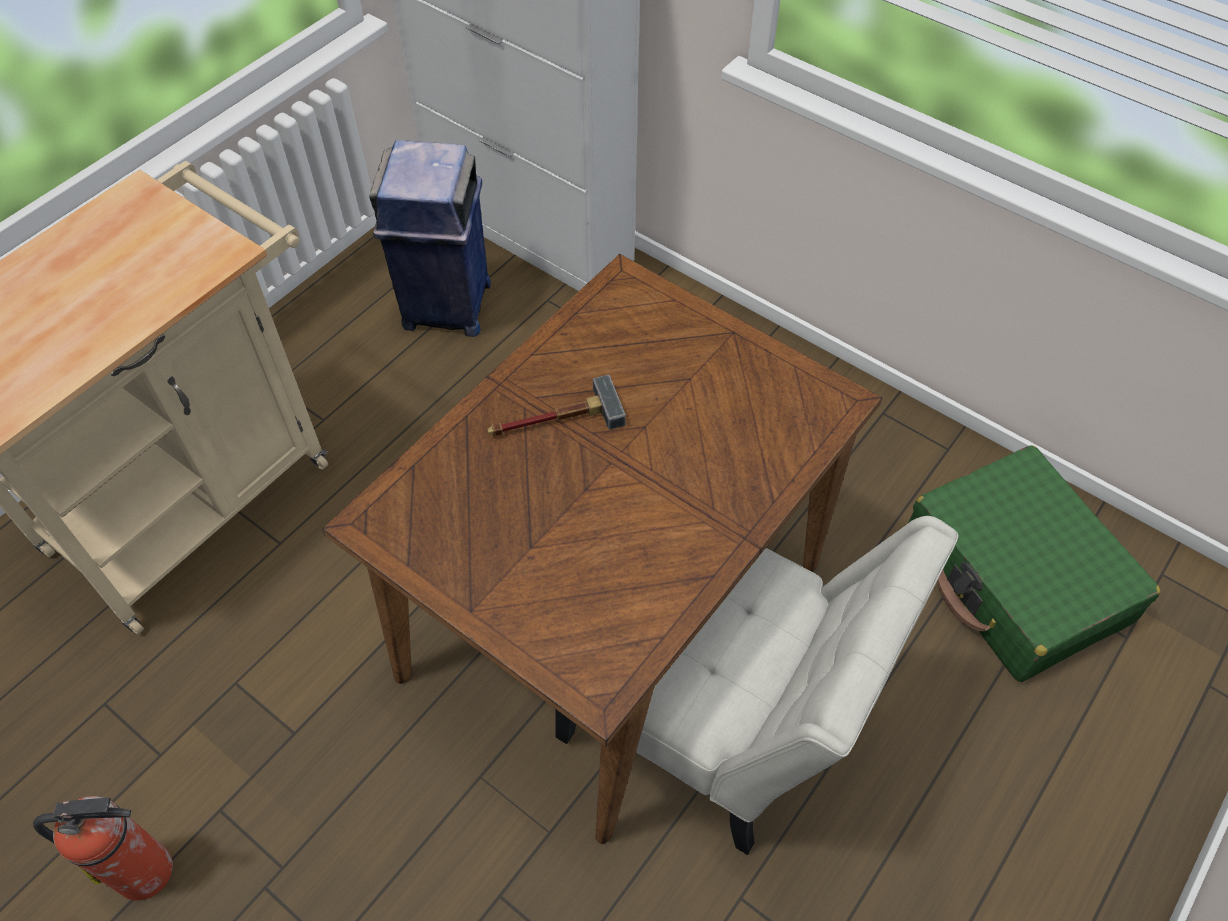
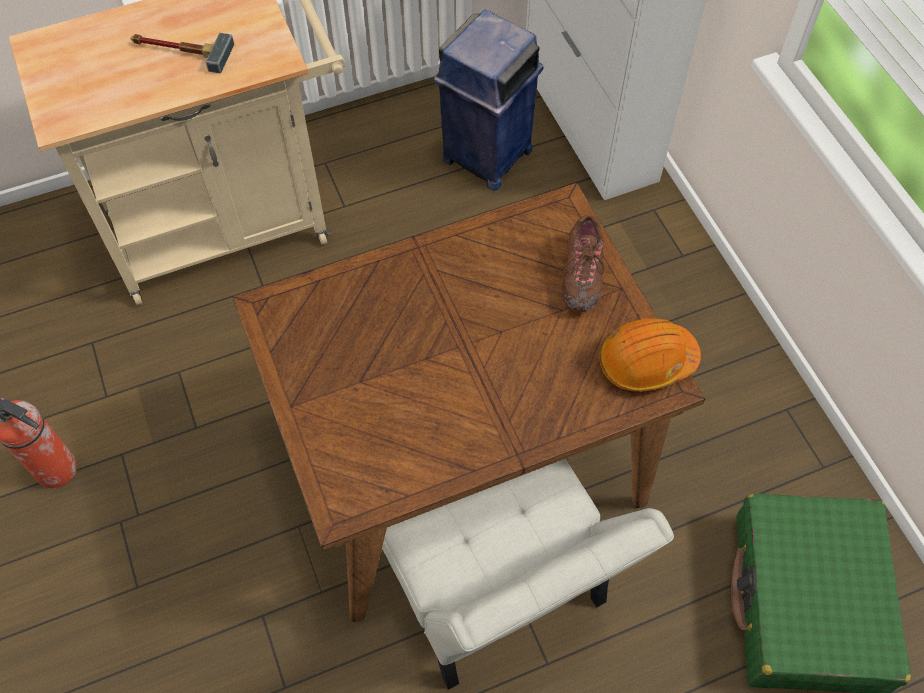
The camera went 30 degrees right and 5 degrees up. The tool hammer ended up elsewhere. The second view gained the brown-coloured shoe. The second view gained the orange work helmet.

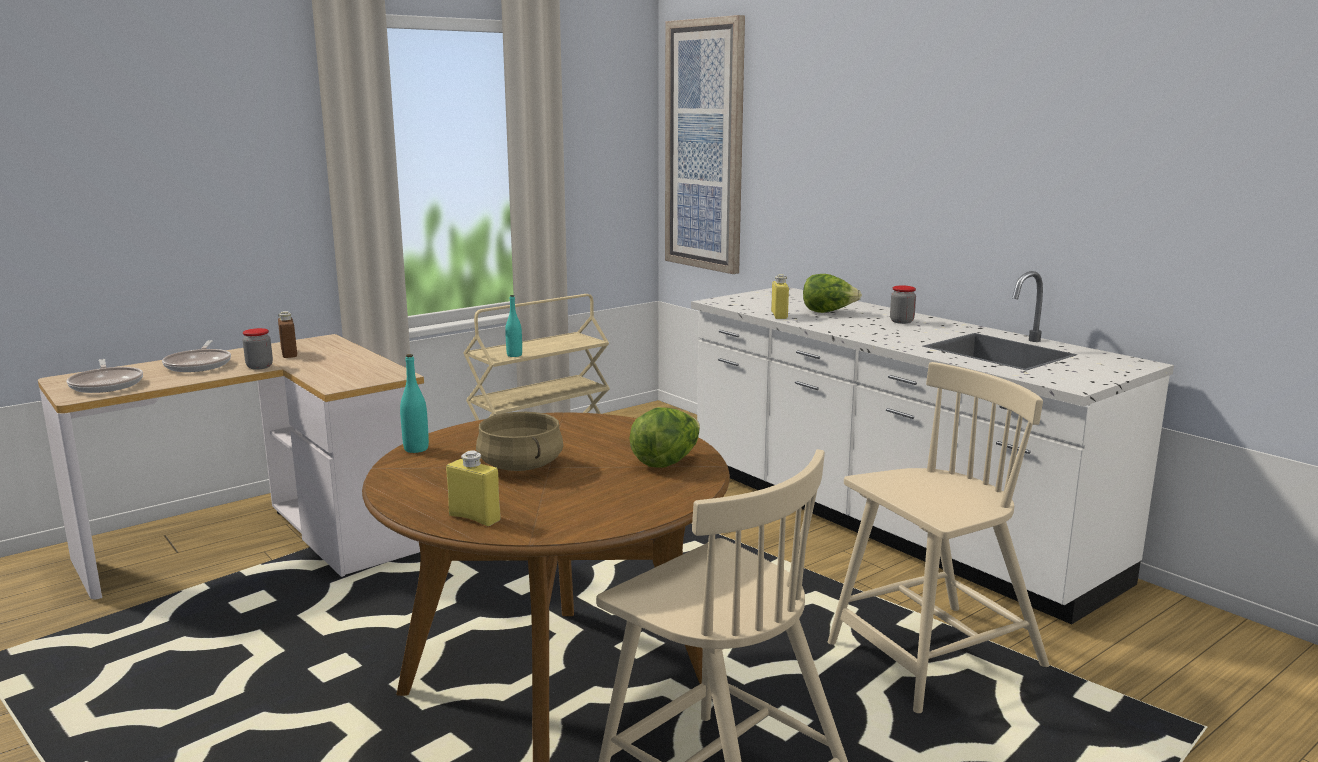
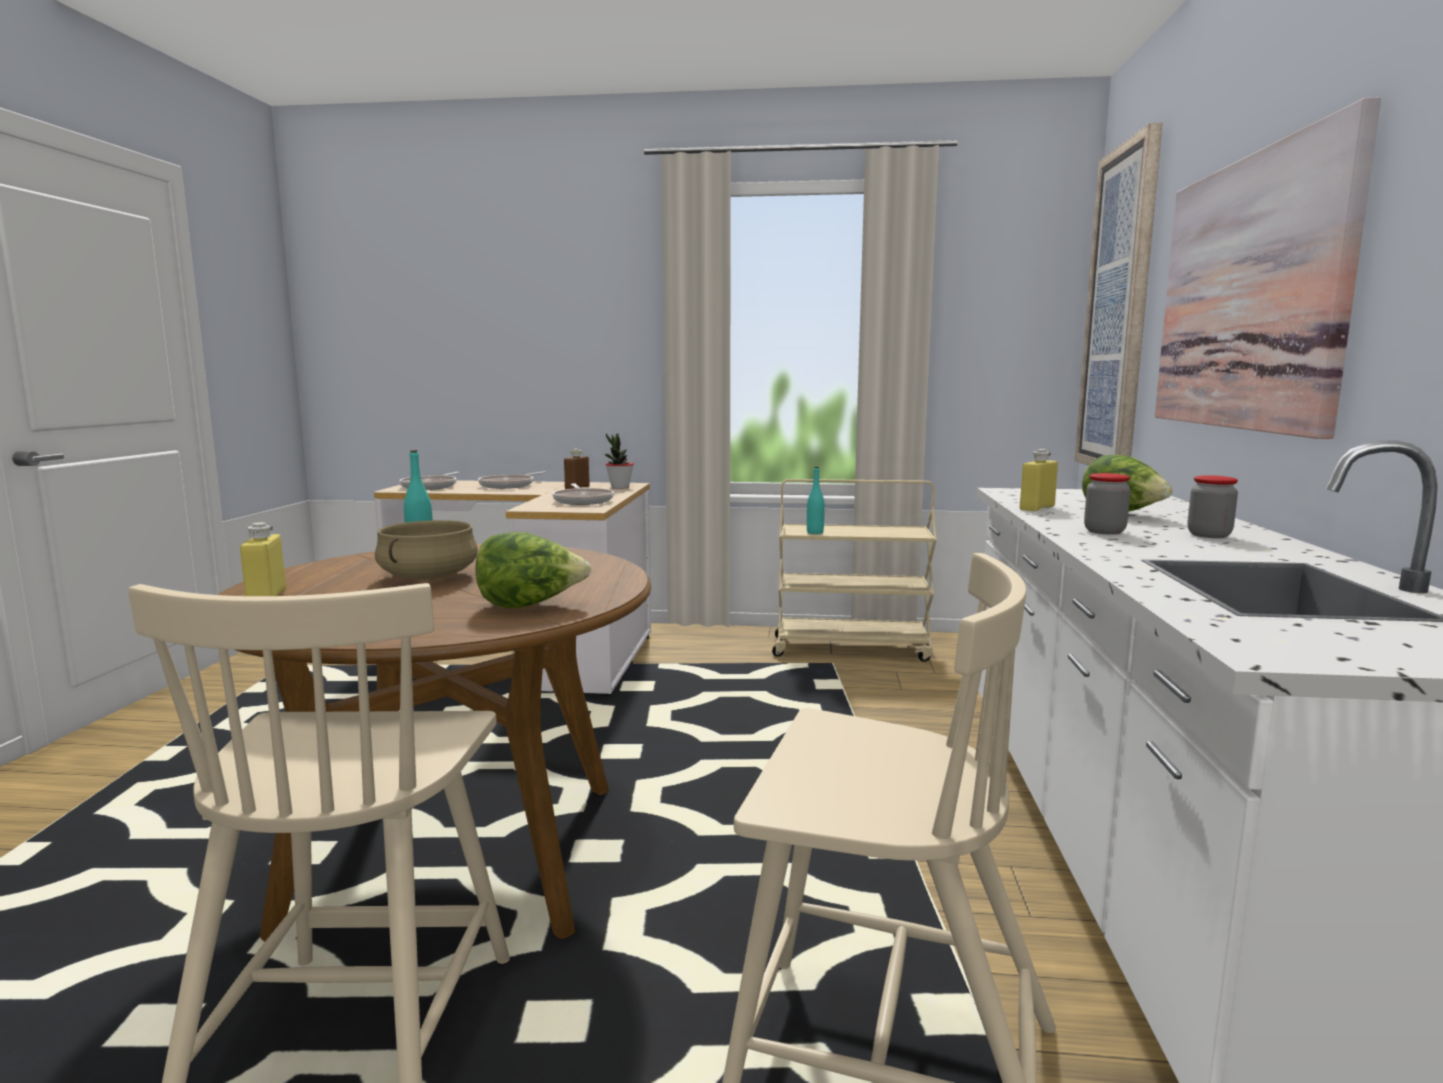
The camera went 45 degrees right and 5 degrees down. The jar (1st from left) ended up elsewhere. The second view gained the pan (3rd from left). The second view gained the houseplant. The second view gained the picture (2nd from left).

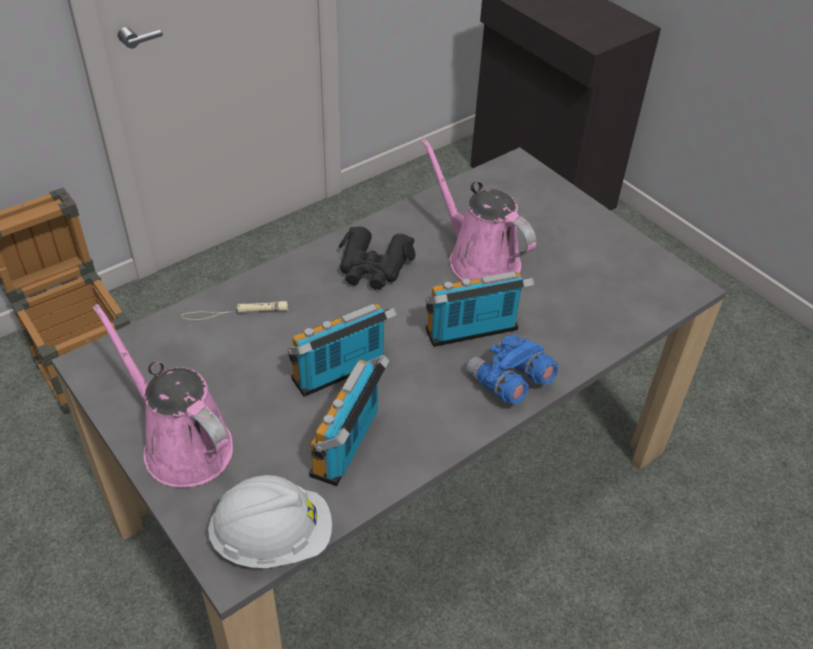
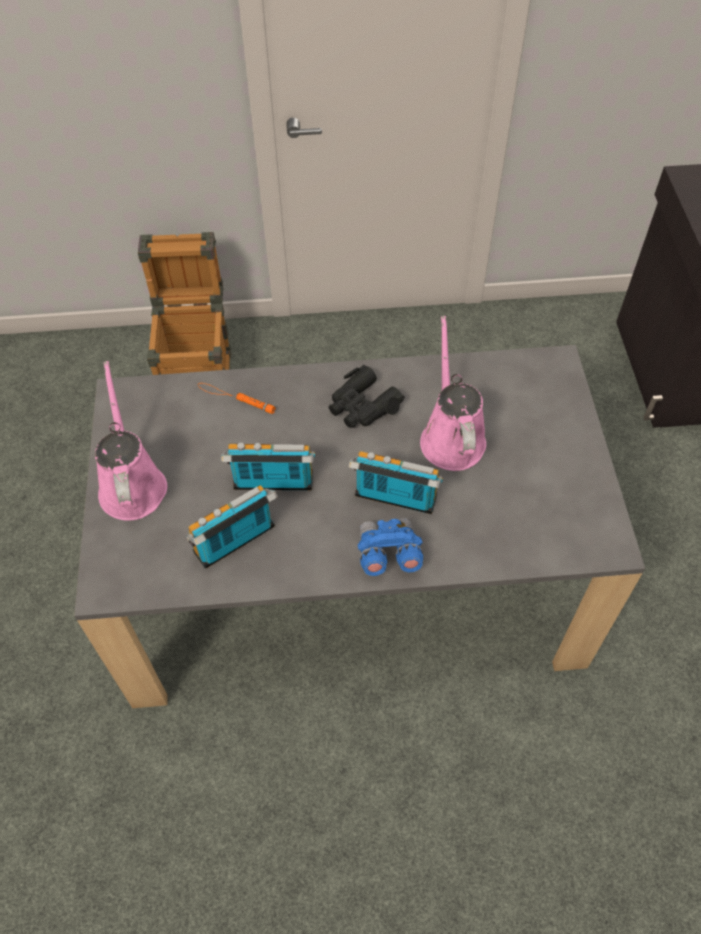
The camera went 35 degrees right and 10 degrees up. What was the beige-coloured hand torch turned into the orange hand torch. The second view lost the white work helmet.

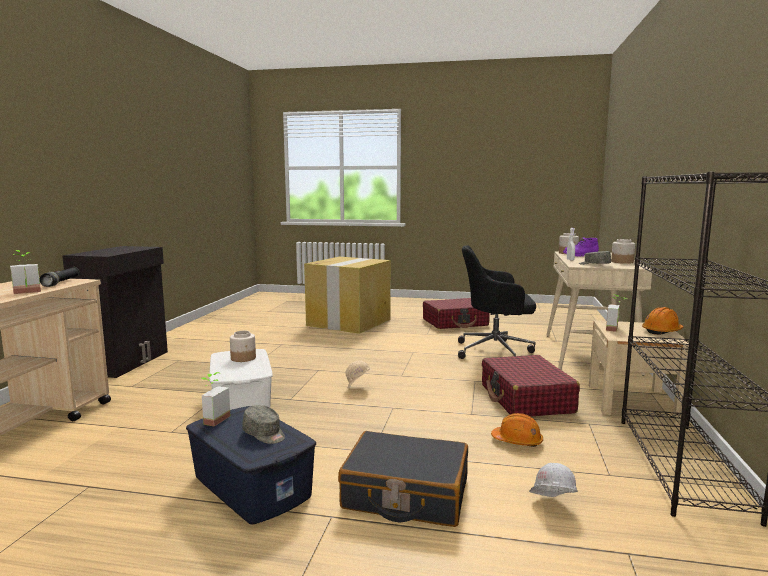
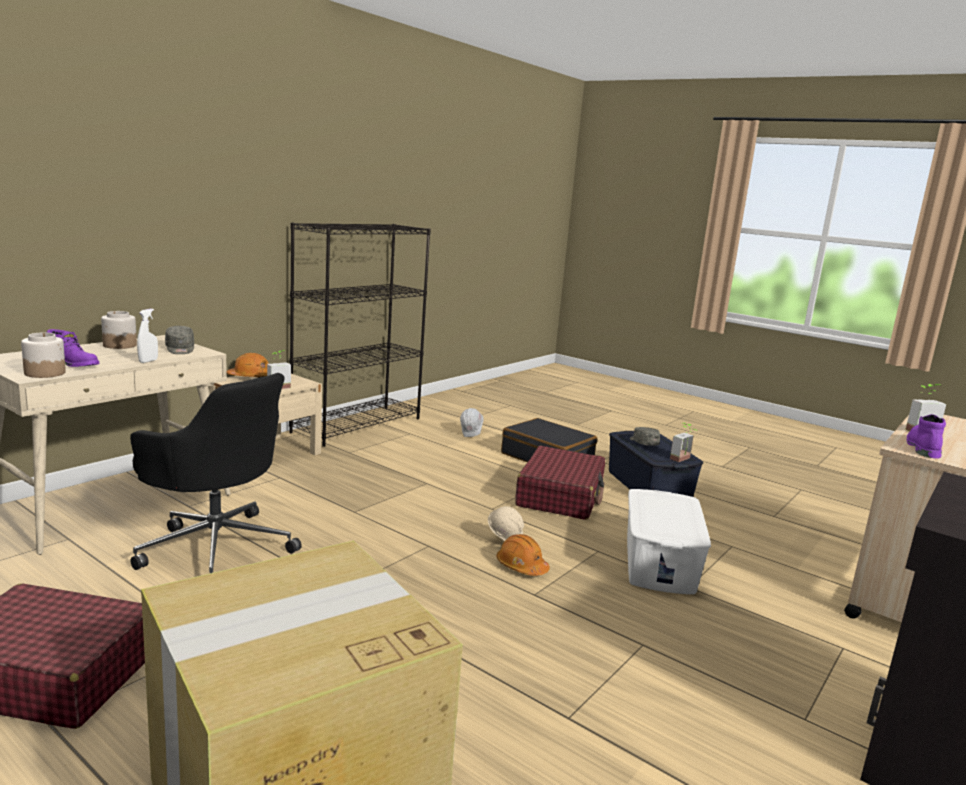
The camera went 155 degrees left and 5 degrees up. Where the black-coloured hand torch stood, the purplish tall boot (2nd from left) came to stand. The second view lost the jar (1st from left). The reddish suitcase (2nd from left) ended up elsewhere. The orange work helmet (1st from left in the first image) ended up elsewhere.

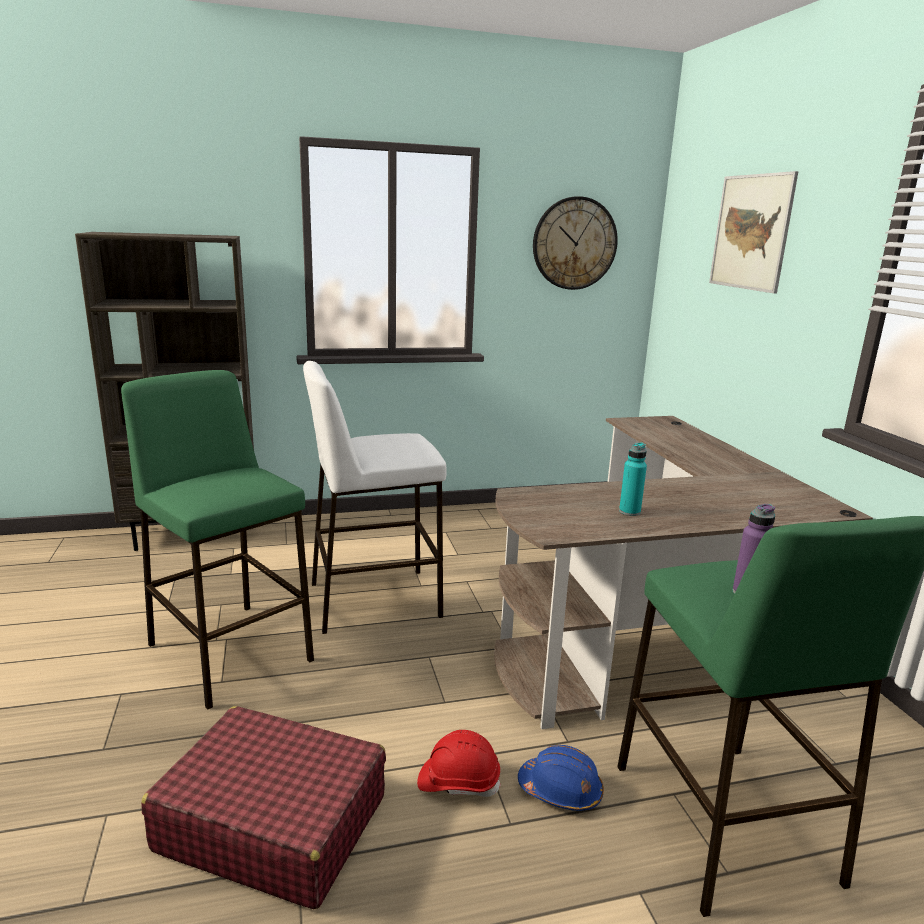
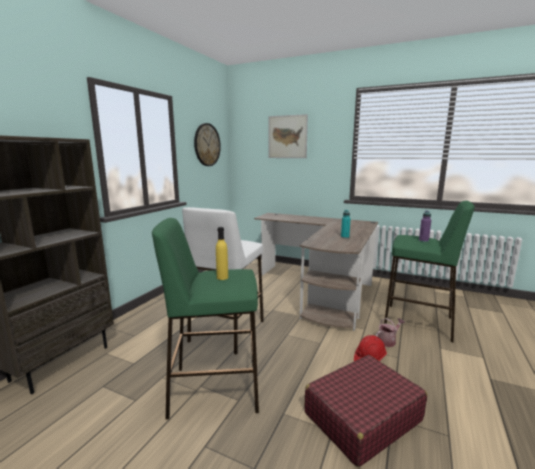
The camera went 50 degrees left and 5 degrees down. Where the blue-coloured work helmet stood, the sprinkling can came to stand. The second view gained the yellowish drink bottle.

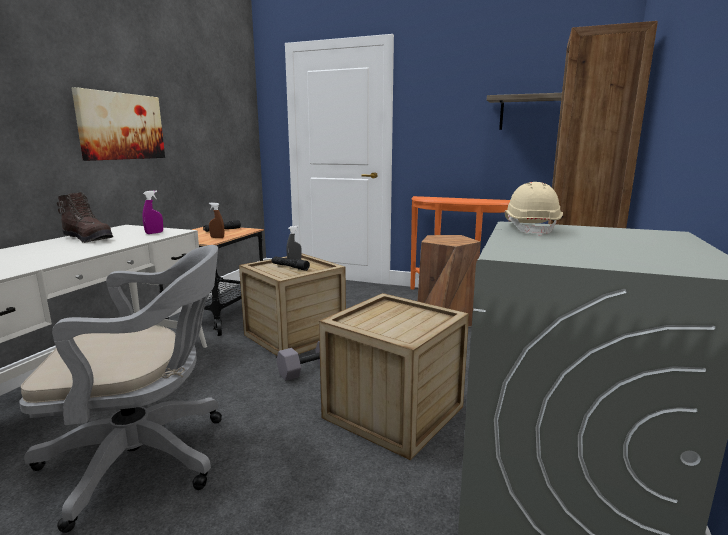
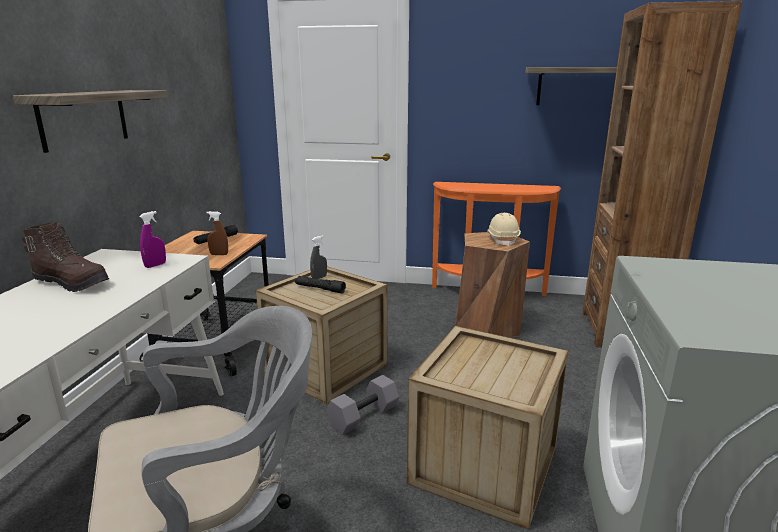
The camera went 10 degrees left and 5 degrees up. Where the picture hung, the wall shelf (1st from left) came to hang. The beige-coloured work helmet ended up elsewhere.

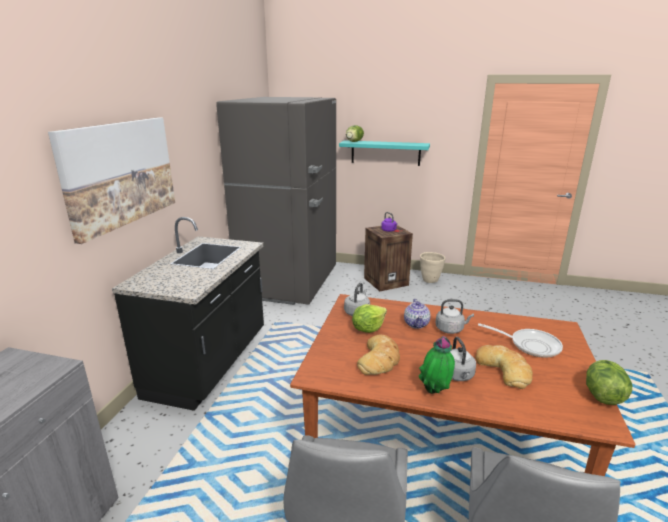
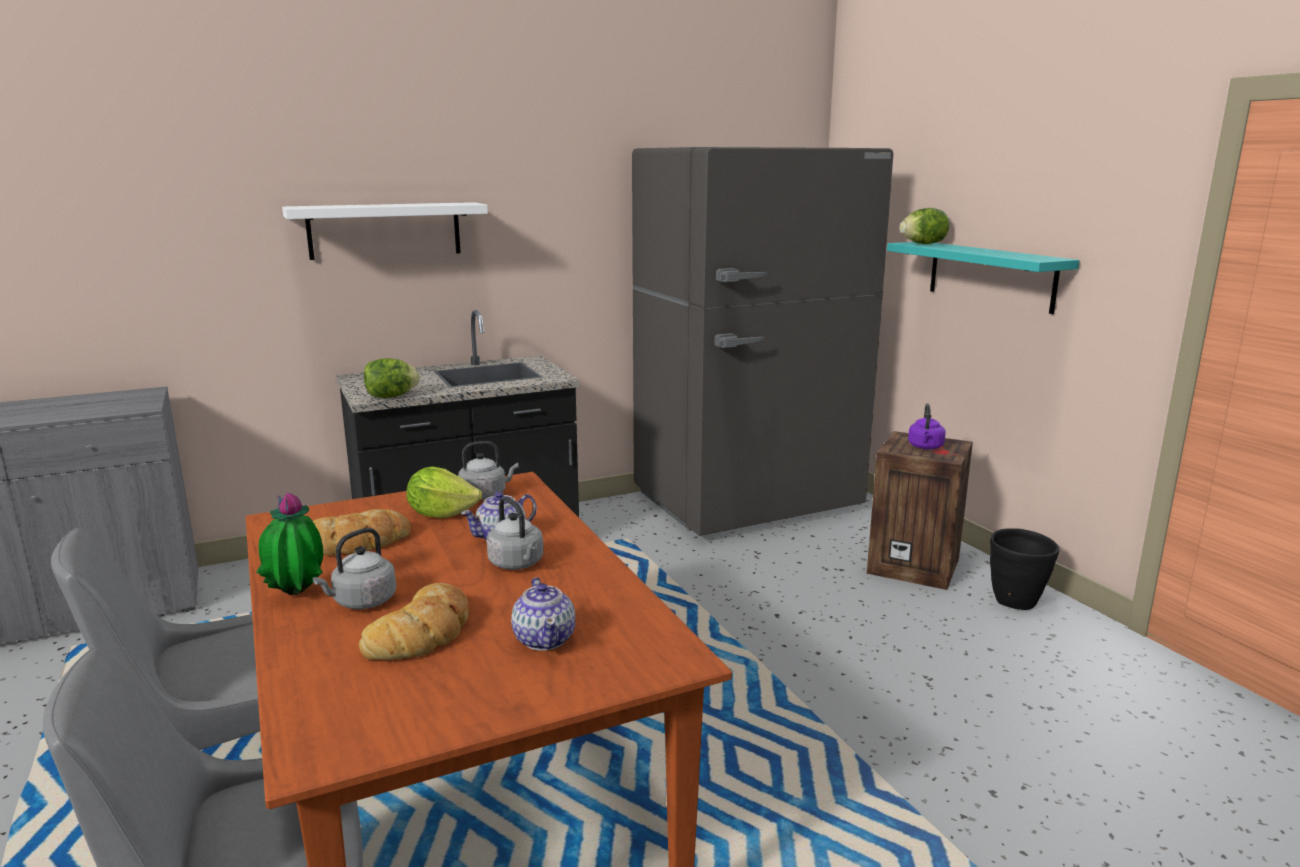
The camera went 50 degrees right and 5 degrees down. Where the picture hung, the white wall shelf came to hang. What was the beige-coloured flower pot turned into the black-coloured flower pot. Where the pan stood, the pot for tea (2nd from left) came to stand. The lettuce head (3rd from left in the first image) ended up elsewhere.

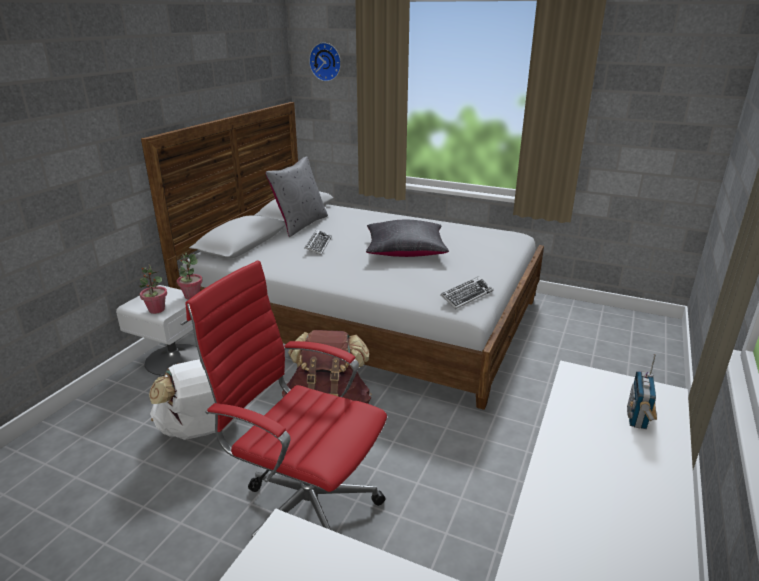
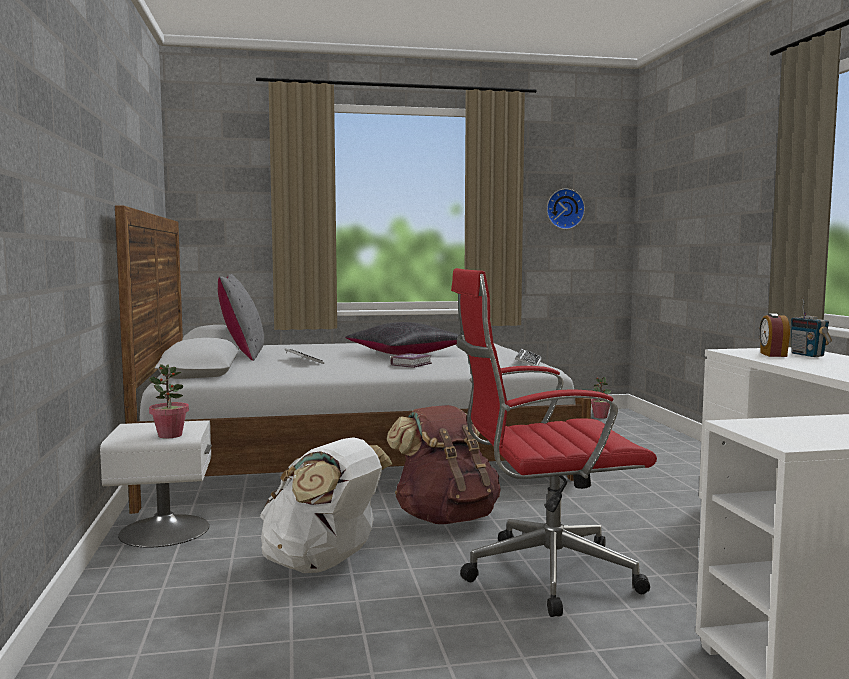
The camera went 35 degrees left and 20 degrees down. The houseplant (2nd from left) ended up elsewhere. The wall clock ended up elsewhere. The second view gained the book. The second view gained the table clock.

